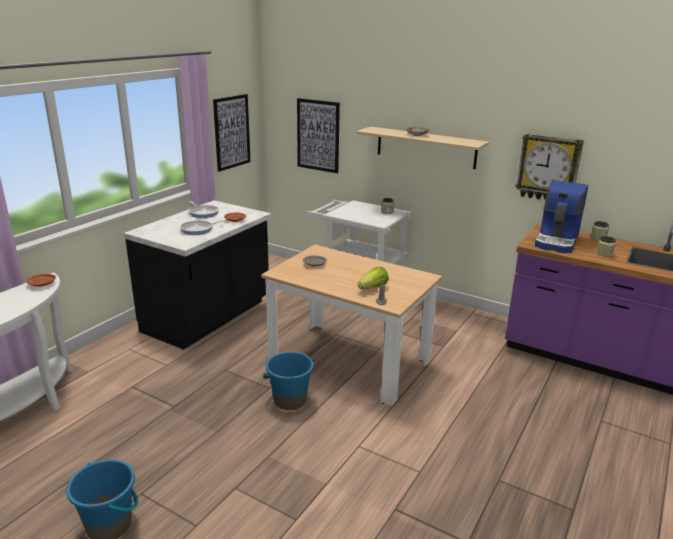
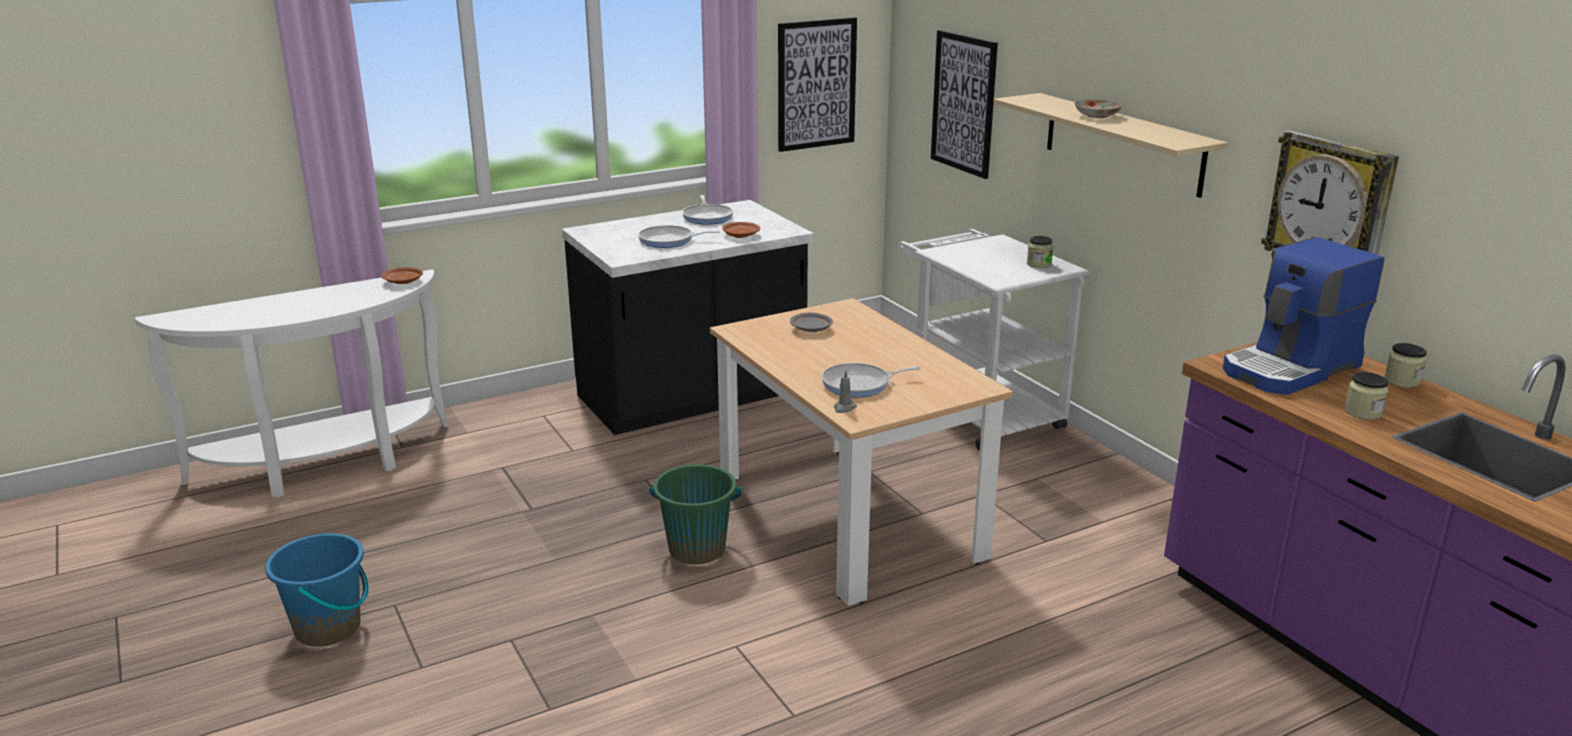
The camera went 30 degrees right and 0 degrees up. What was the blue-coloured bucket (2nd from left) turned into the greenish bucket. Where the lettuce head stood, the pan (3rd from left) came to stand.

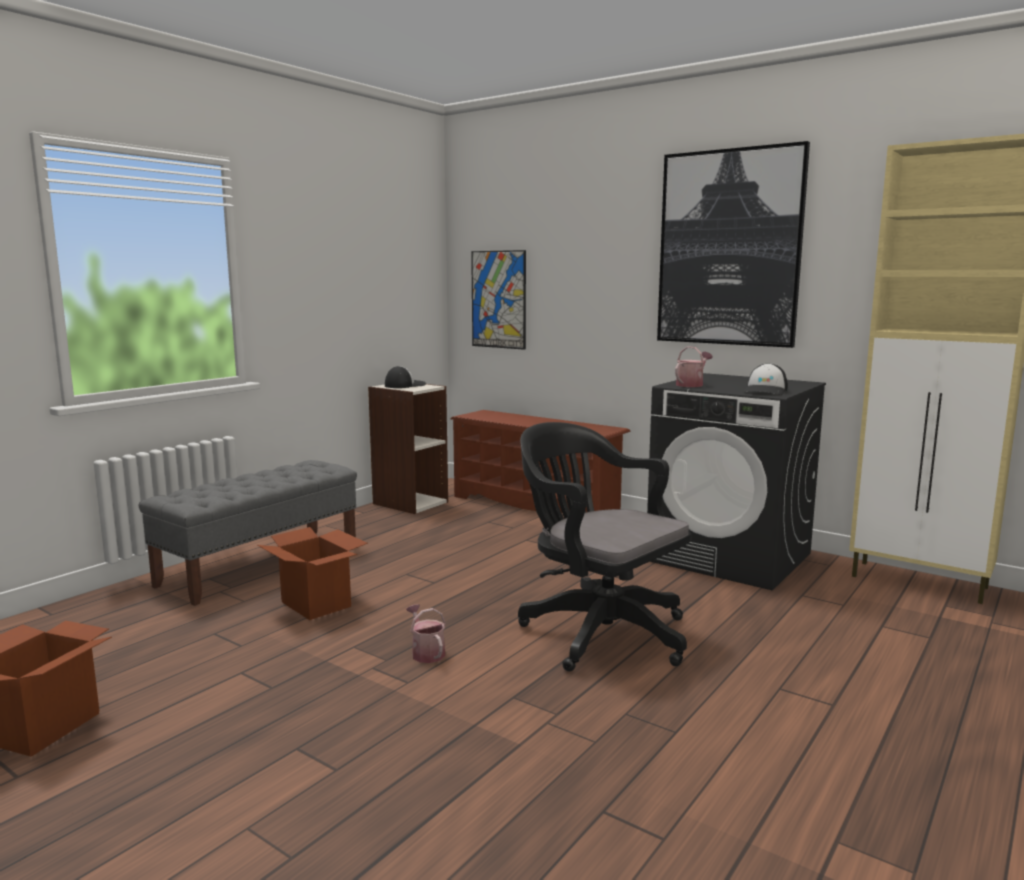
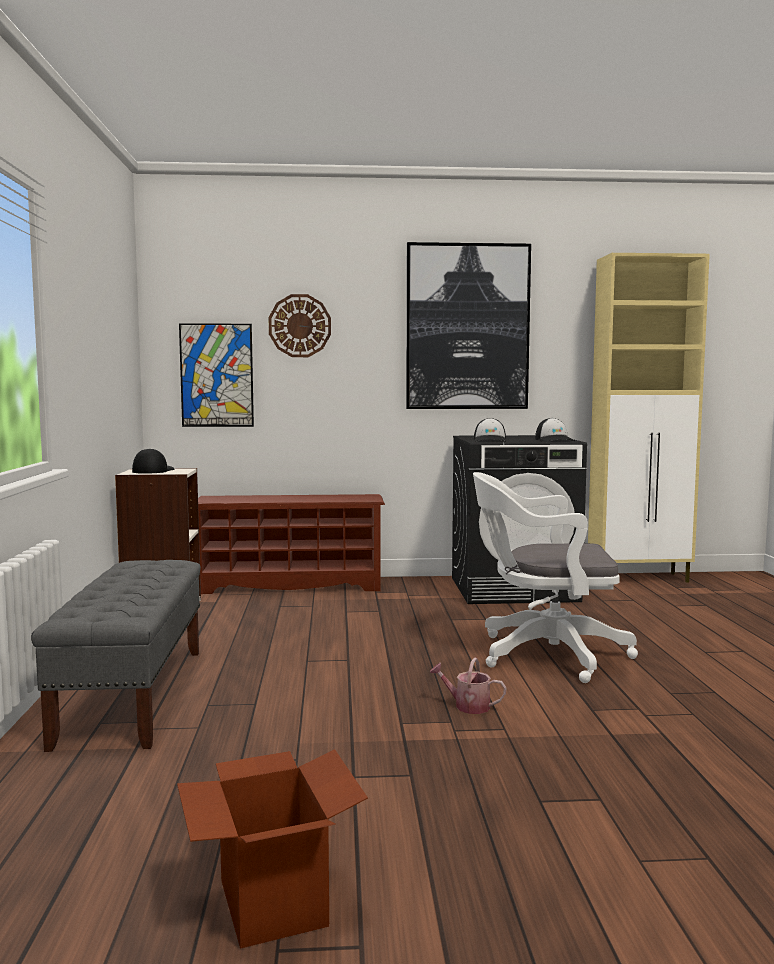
The camera went 40 degrees left and 5 degrees down. The second view lost the packing box (2nd from left). What was the black-coloured desk chair turned into the white desk chair. Where the sprinkling can (2nd from left) stood, the peaked cap (2nd from left) came to stand. The second view gained the wall clock.

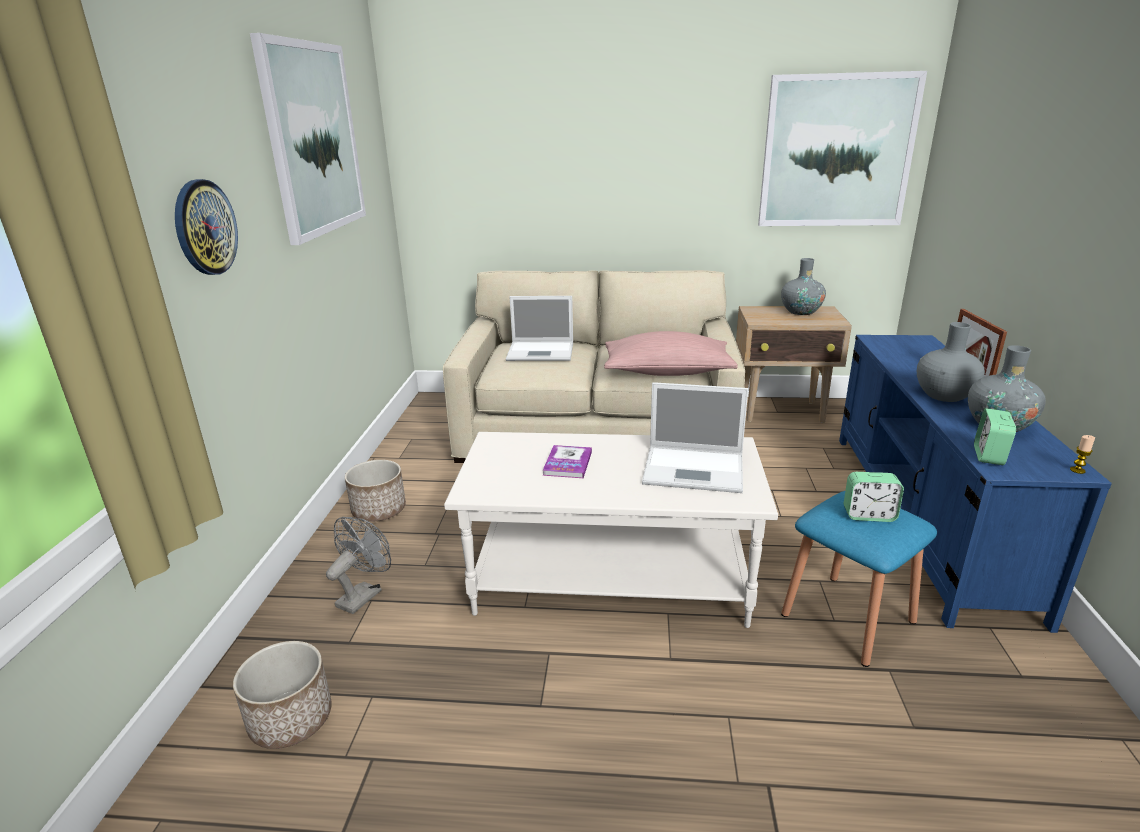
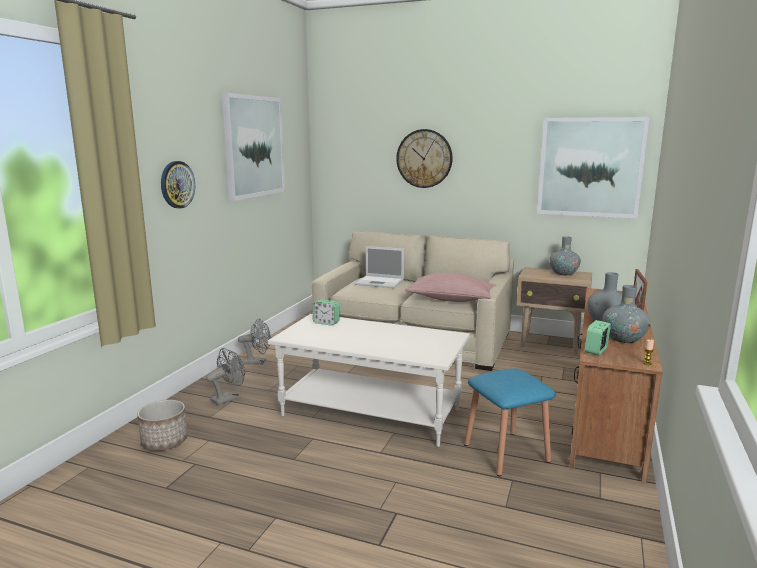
The camera went 15 degrees right and 10 degrees down. Where the flower pot (2nd from left) stood, the gray fan (2nd from left) came to stand. The second view lost the book. The second view lost the notebook computer (2nd from left). What was the blue-coloured tv unit turned into the brown-coloured tv unit. The table clock (1st from left) ended up elsewhere. The second view gained the wall clock (2nd from left).

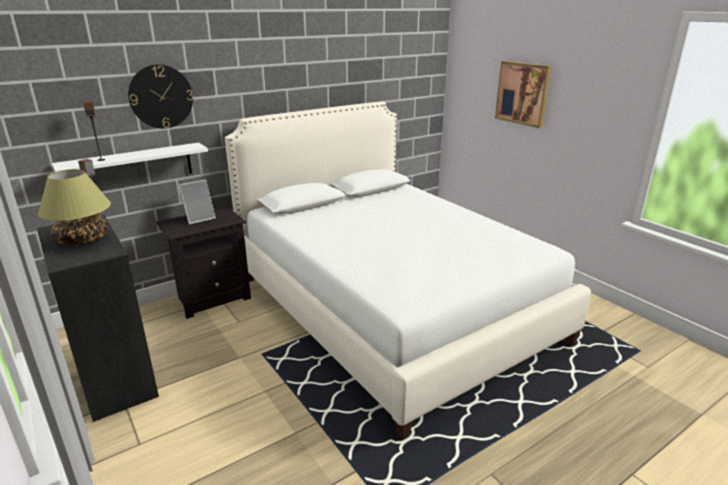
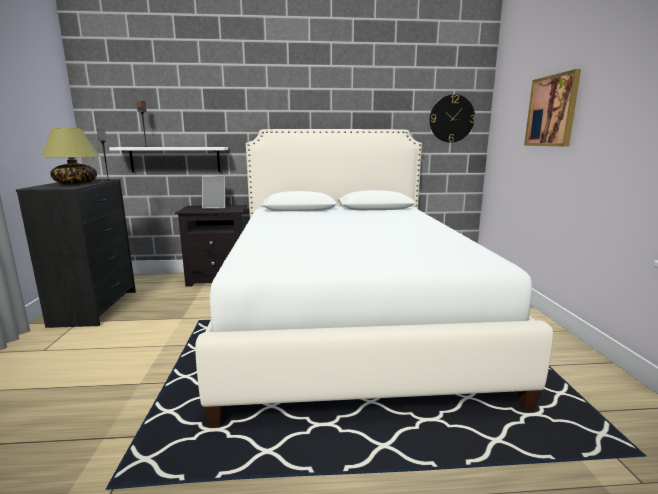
The camera went 30 degrees right and 10 degrees down. The wall clock ended up elsewhere.

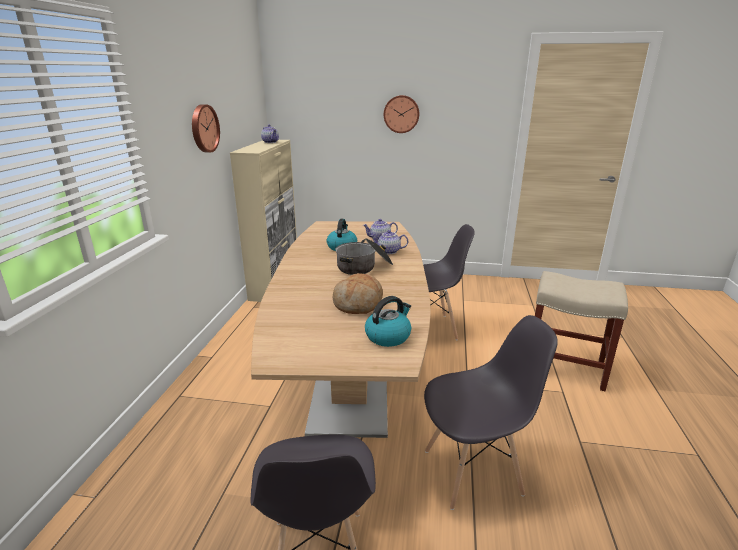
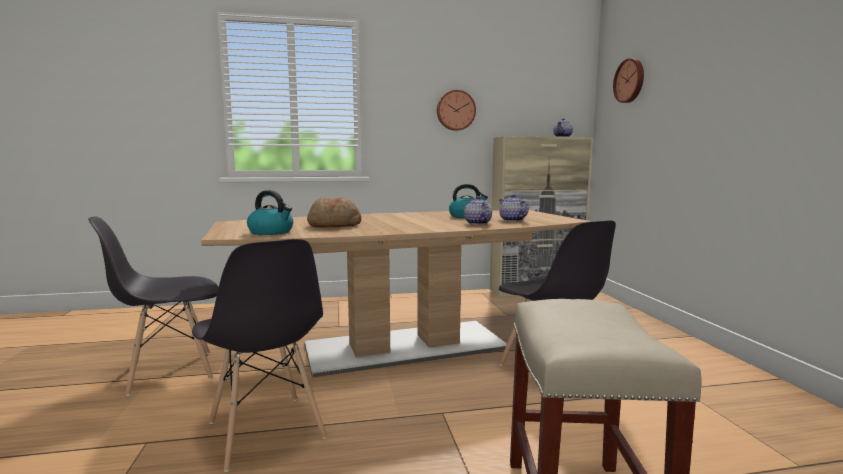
The camera went 70 degrees right and 15 degrees down. The second view lost the cooking pot. The wall clock (2nd from left) ended up elsewhere.

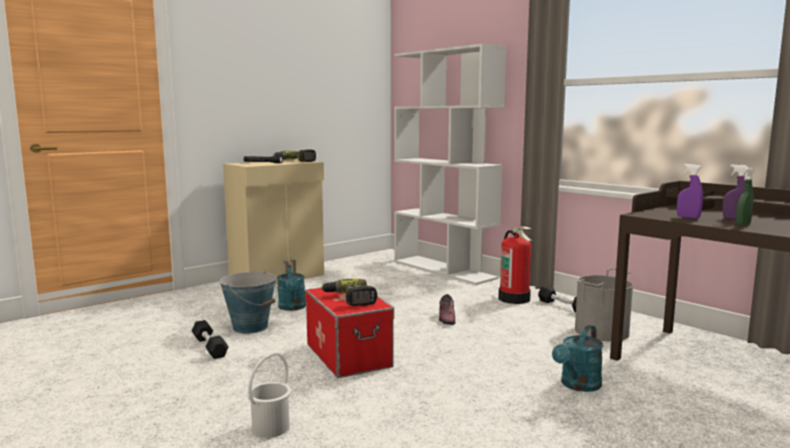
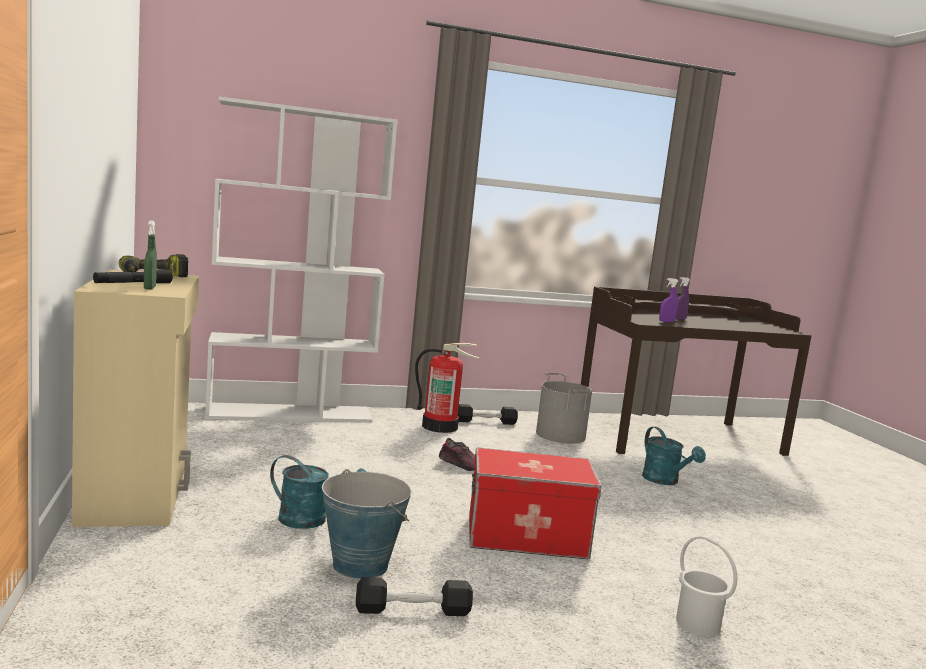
The camera went 65 degrees left and 0 degrees up. The second view lost the power drill (2nd from left). The greenish hand sprayer ended up elsewhere.

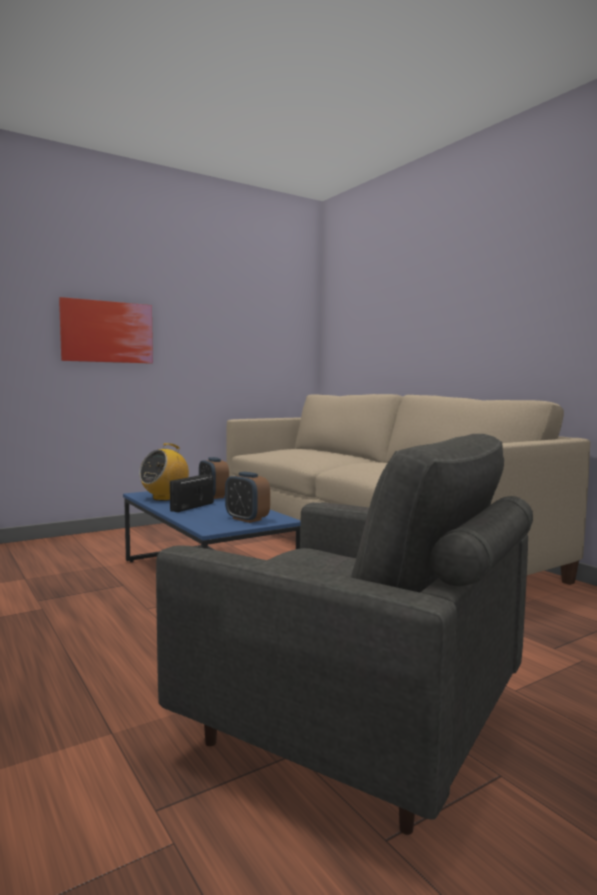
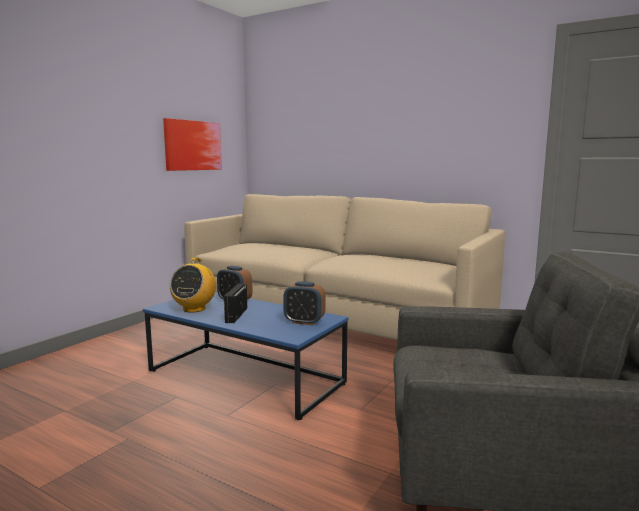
The camera went 25 degrees left and 5 degrees up. The picture ended up elsewhere.

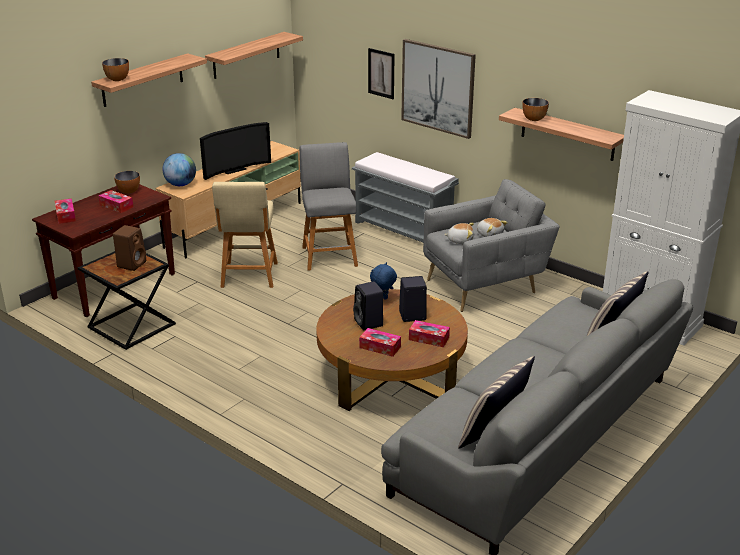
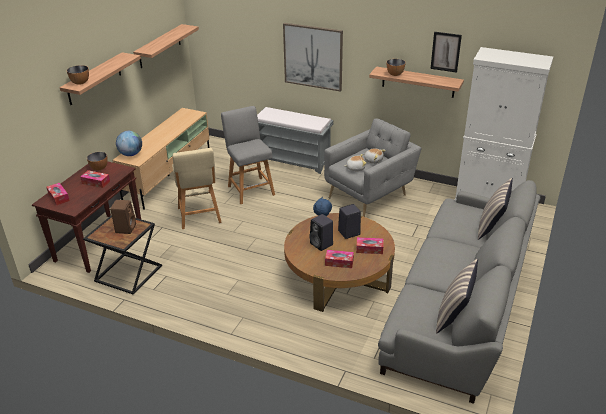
The camera went 15 degrees left and 5 degrees up. The second view lost the television. The picture (1st from left in the first image) ended up elsewhere.

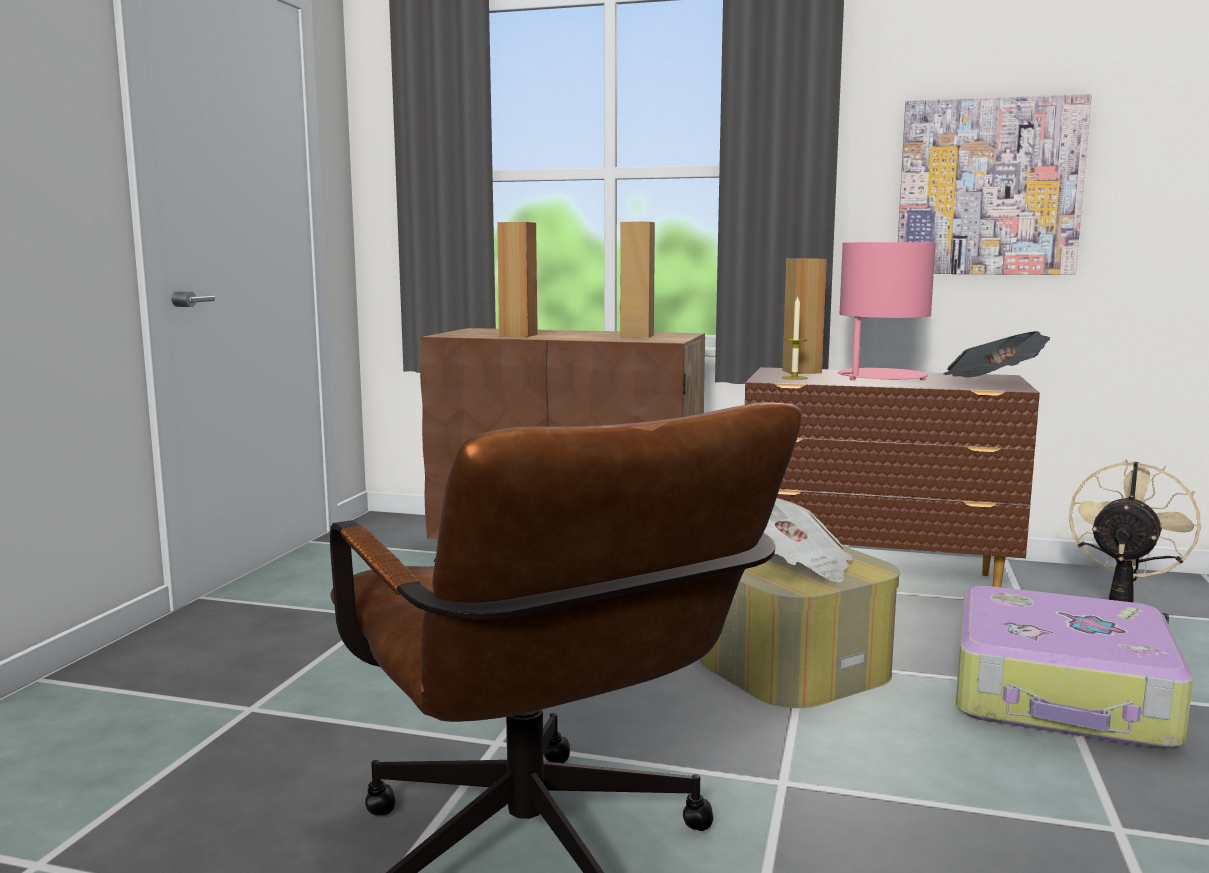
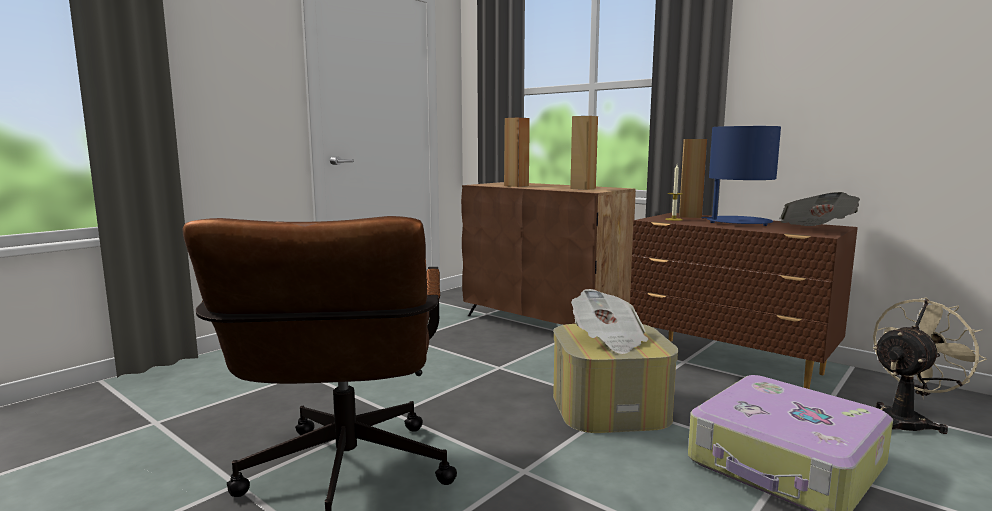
The camera went 25 degrees right and 0 degrees up. What was the pink tabletop lamp turned into the blue-coloured tabletop lamp. The second view lost the picture.

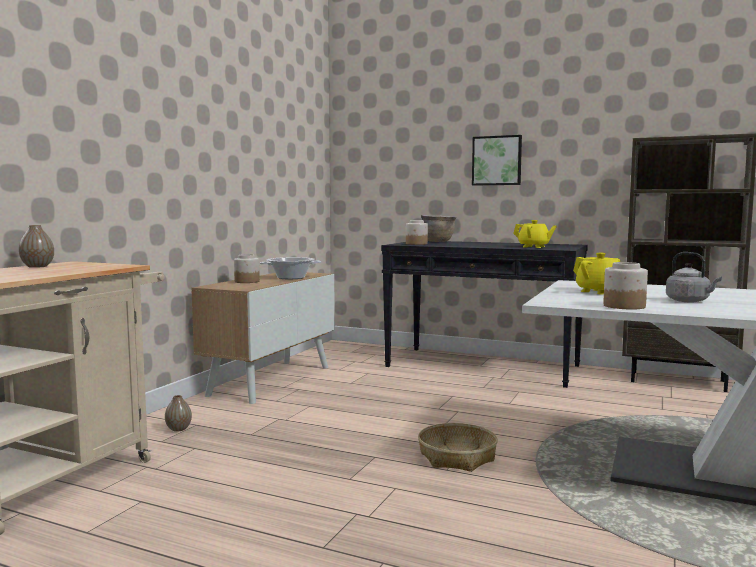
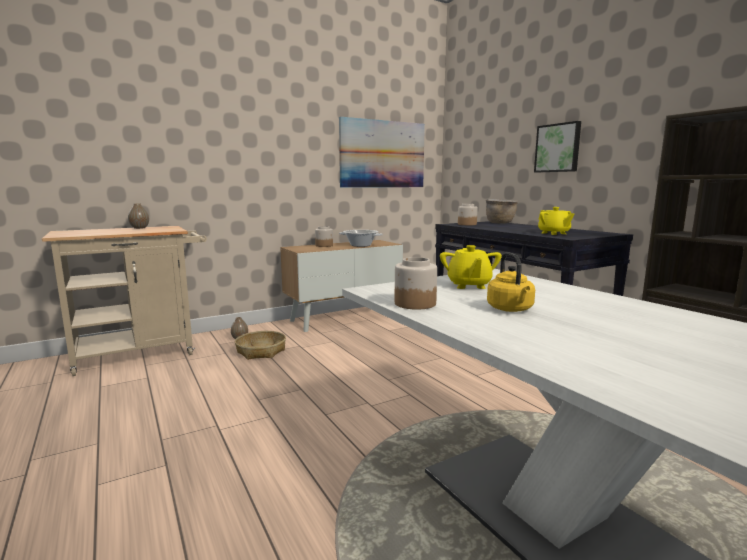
The camera went 35 degrees right and 5 degrees up. The household basket ended up elsewhere. What was the gray kettle turned into the yellowish kettle. The second view gained the picture (1st from left).

